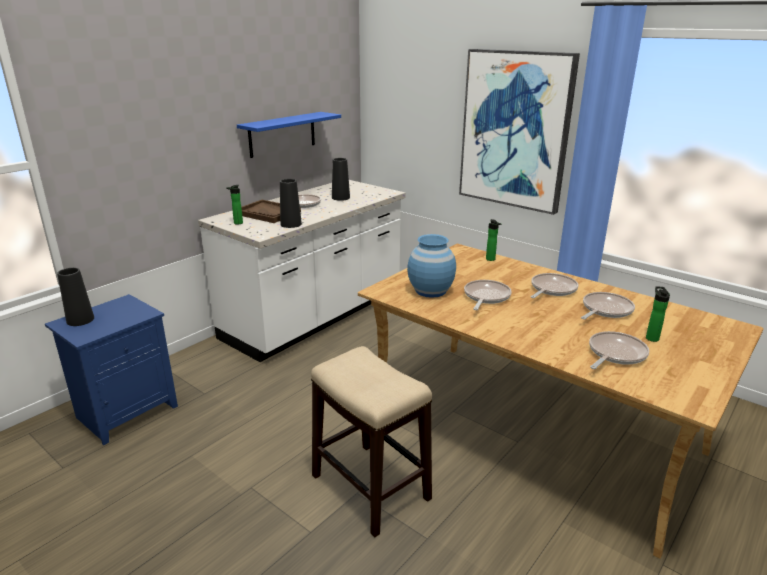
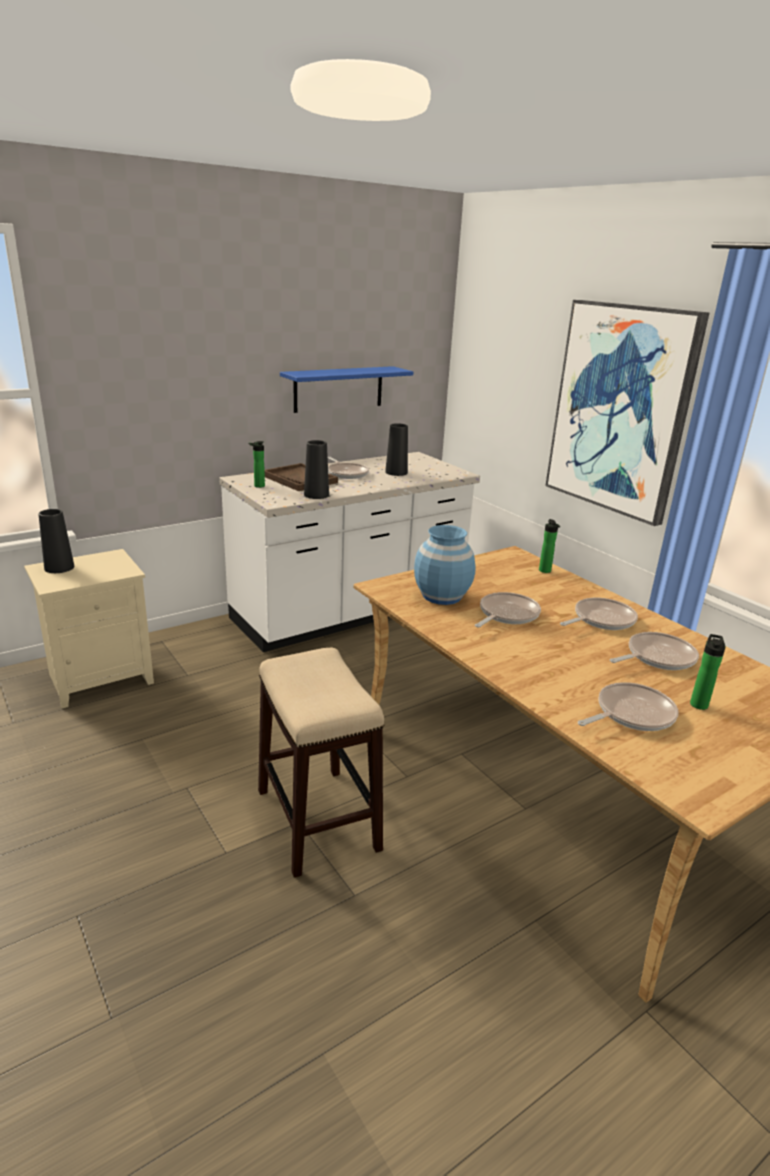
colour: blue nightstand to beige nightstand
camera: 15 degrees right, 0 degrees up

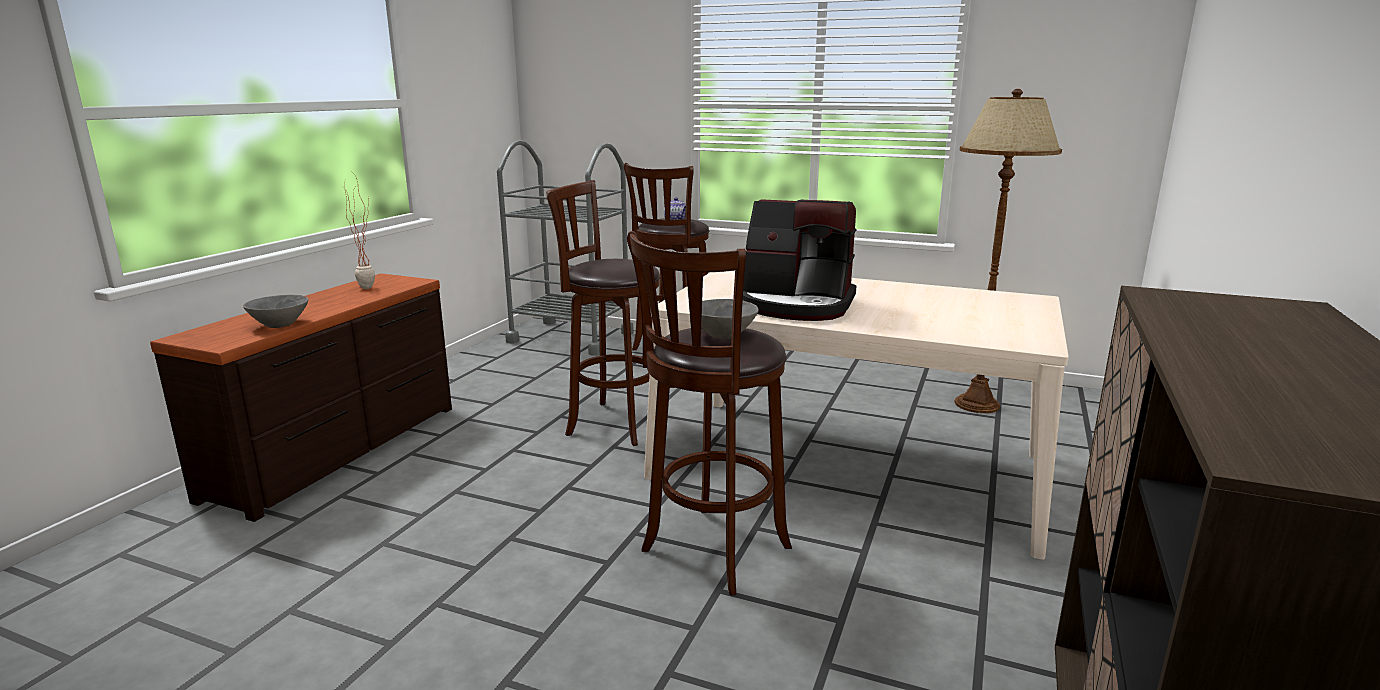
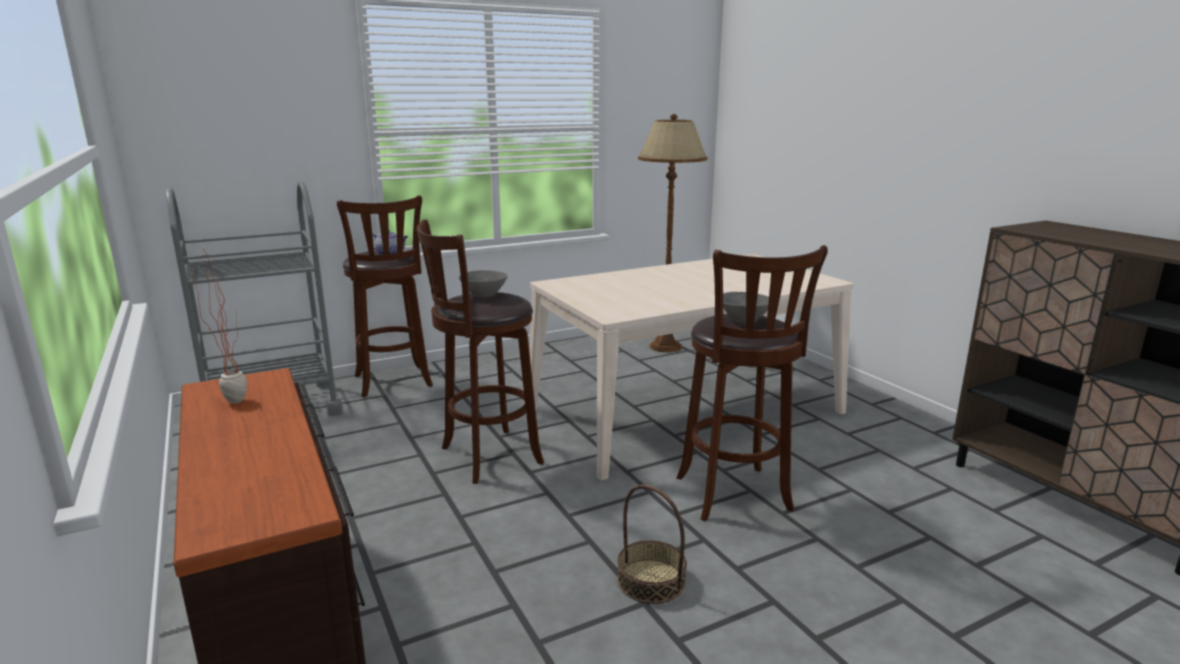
missing: coffee machine
appeared: basket
relocated: grey bowl (no. 1 from left)
camera: 50 degrees left, 0 degrees up

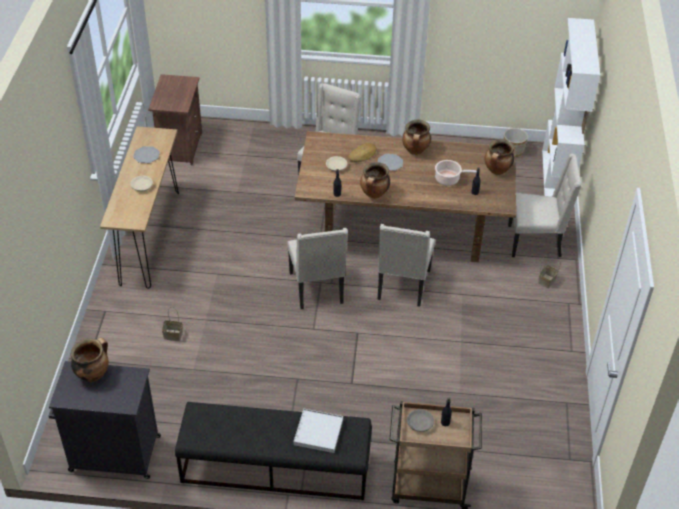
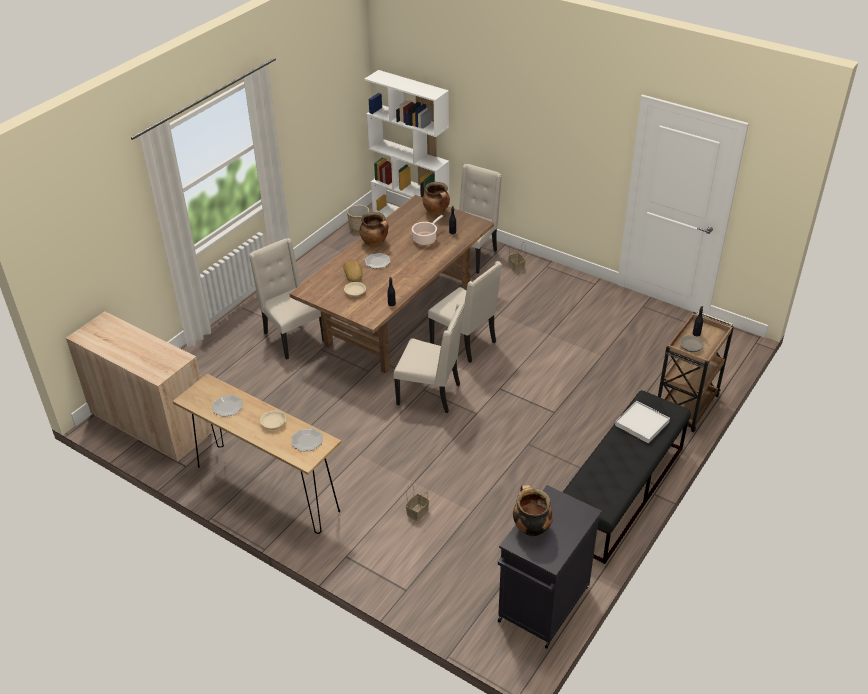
missing: cooking pot (no. 2 from left)
appeared: plate (no. 2 from left)
exchanged: brown nightstand to beige cabinet
camera: 60 degrees left, 5 degrees down

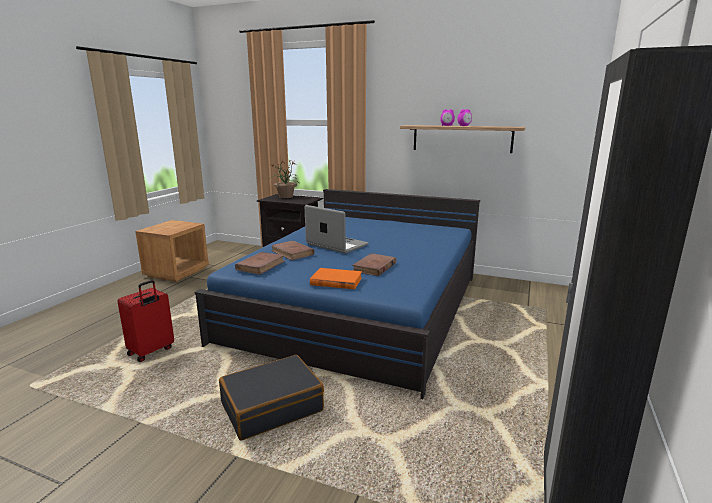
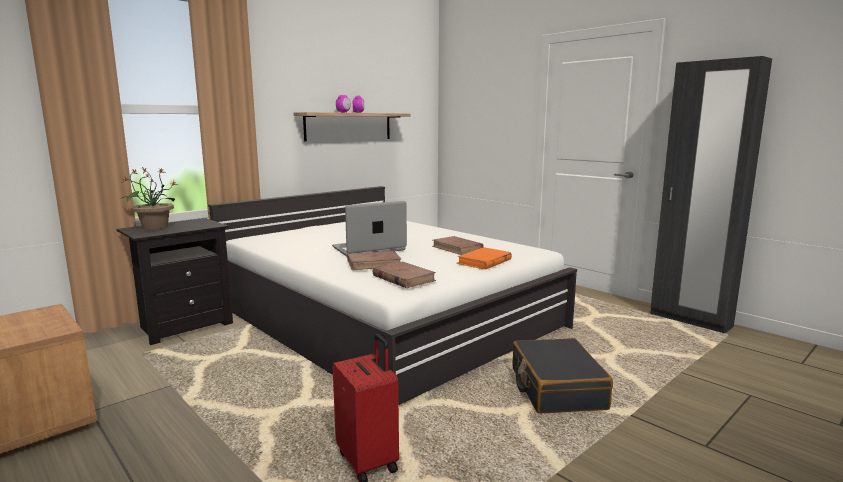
colour: blue bed to white bed
camera: 65 degrees left, 5 degrees down

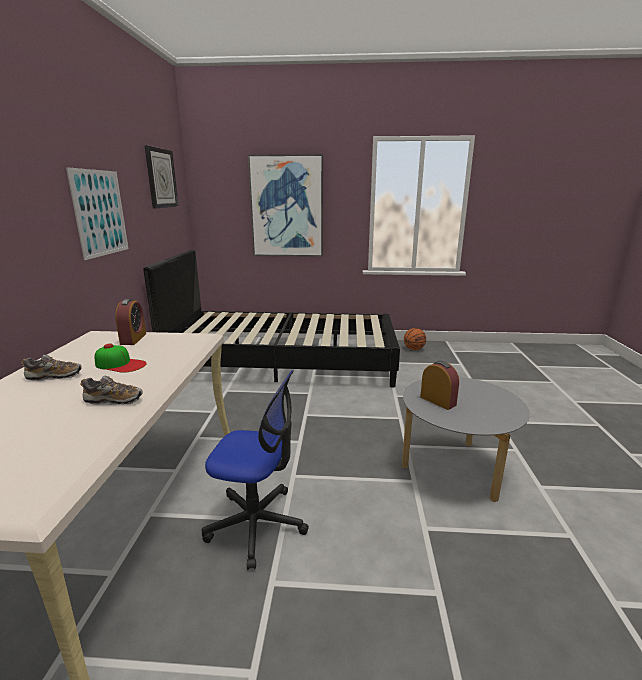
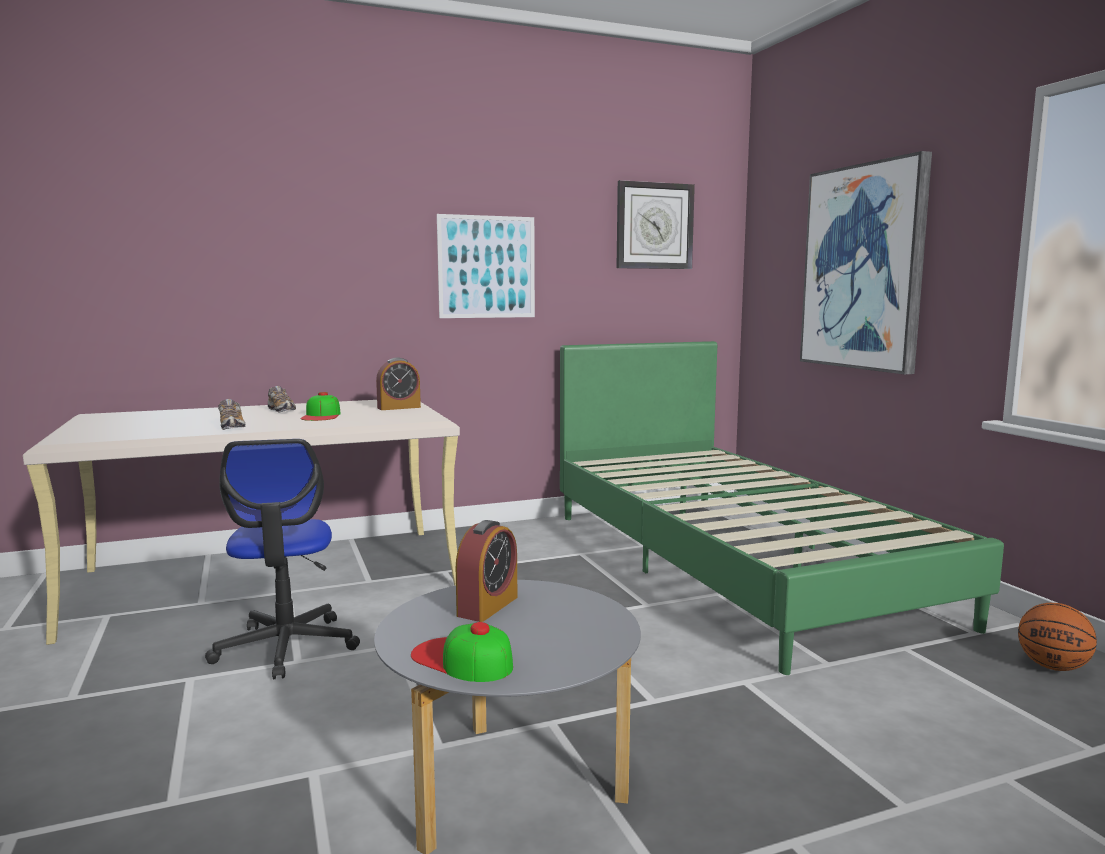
appeared: cap (no. 2 from left)
colour: black bed to green bed
camera: 65 degrees right, 10 degrees down

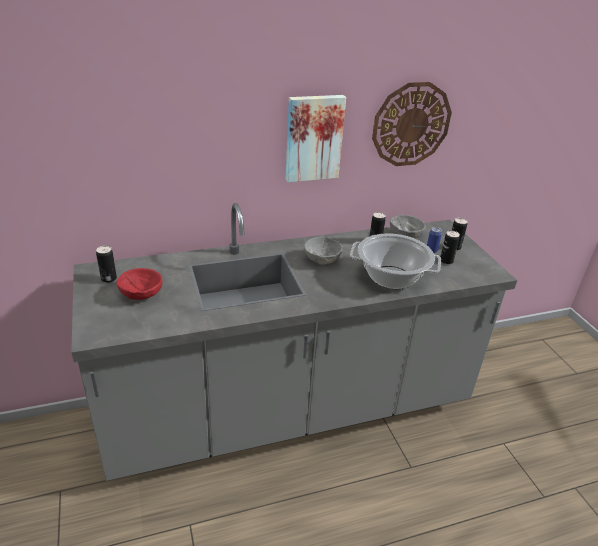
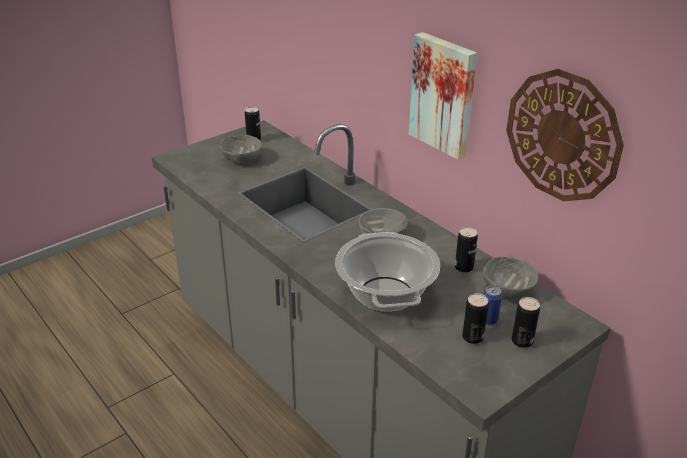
colour: red bowl to grey bowl (no. 1 from left)
camera: 70 degrees right, 0 degrees up

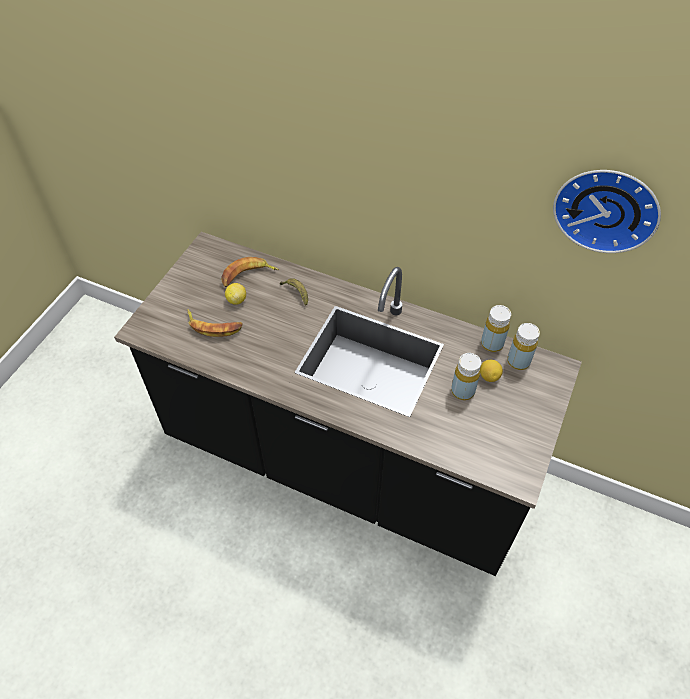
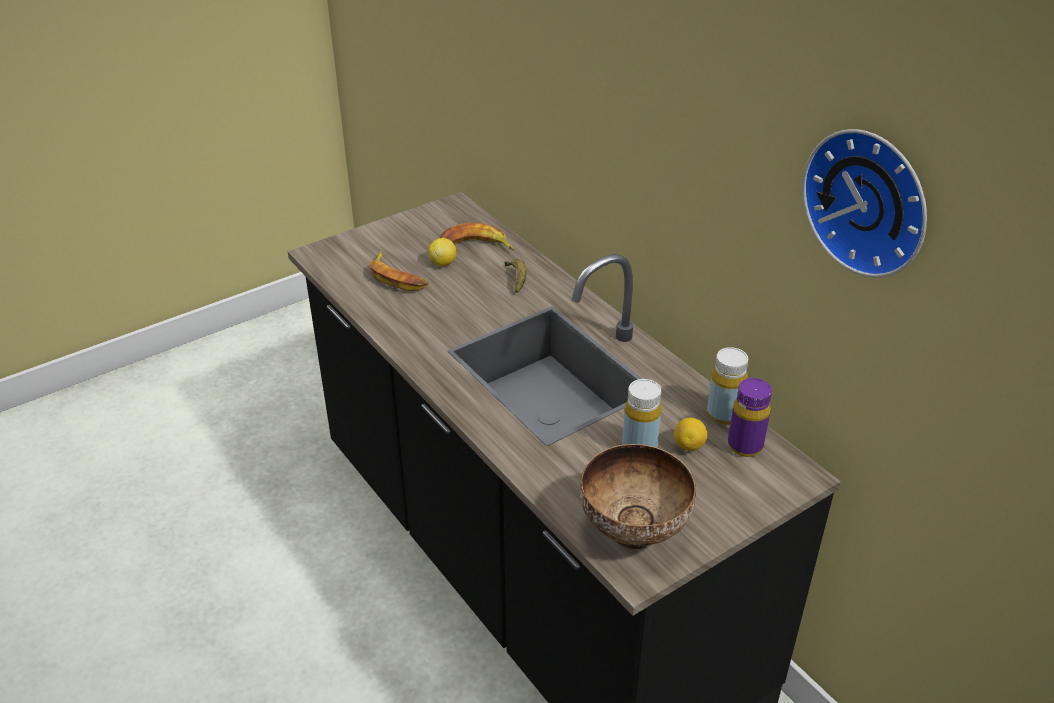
appeared: bowl
colour: yellow bottle (no. 3 from left) to purple bottle
camera: 30 degrees right, 15 degrees down

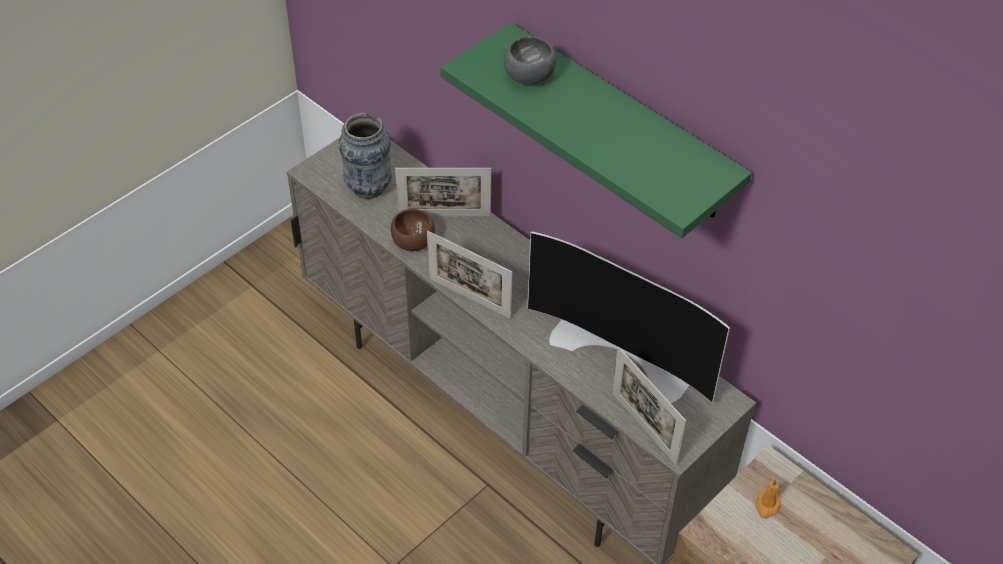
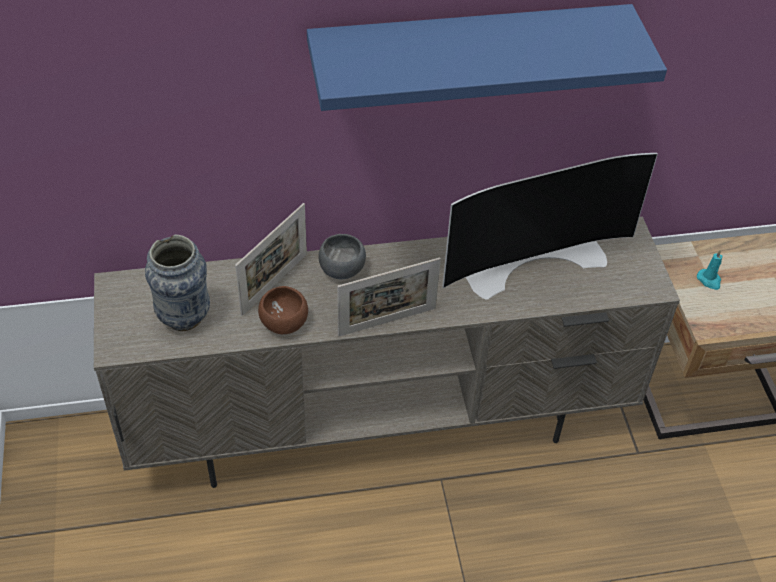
missing: picture frame (no. 3 from left)
relocated: grey bowl
colour: green shelf to blue shelf; orange candle to turquoise candle
camera: 55 degrees left, 0 degrees up

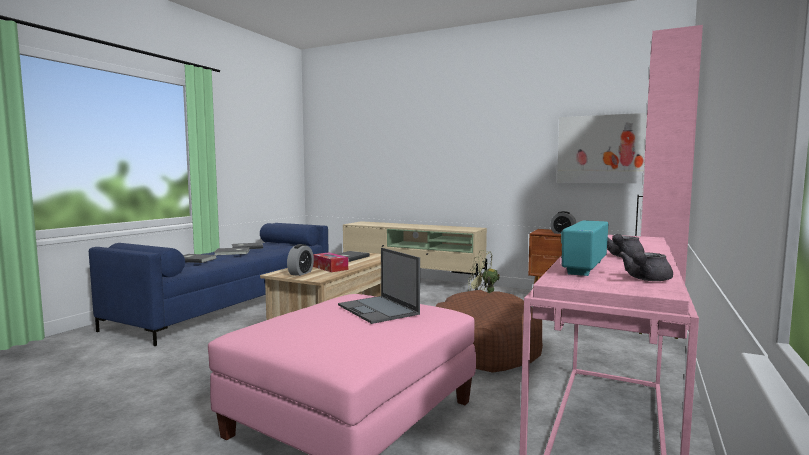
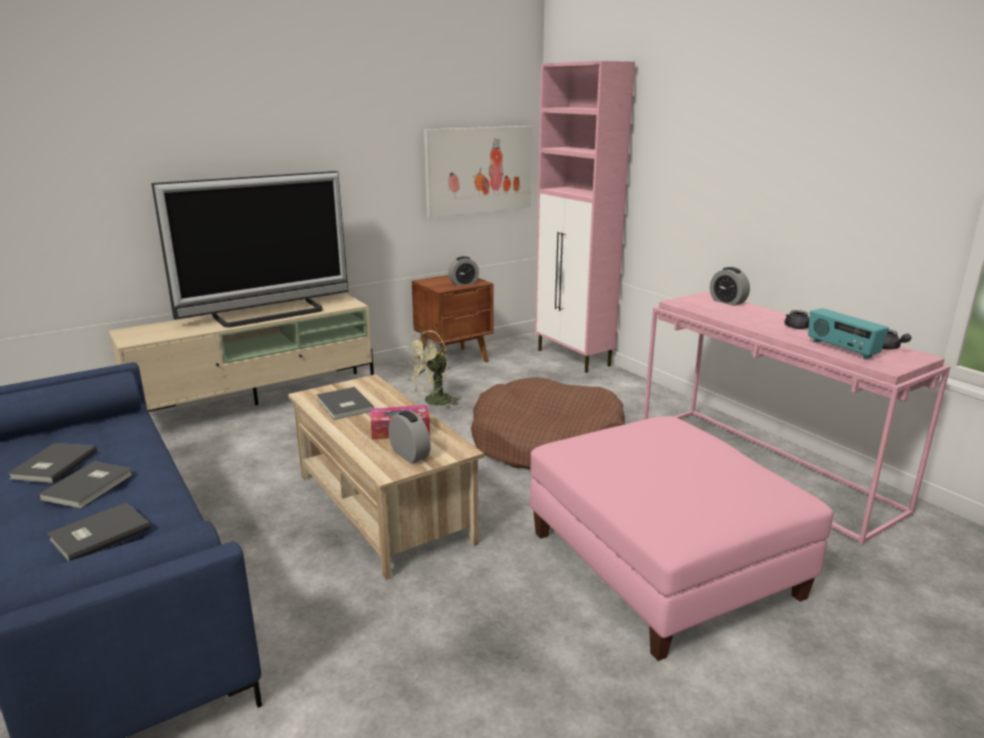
missing: laptop
appeared: television; alarm clock (no. 3 from left)
camera: 60 degrees left, 15 degrees up

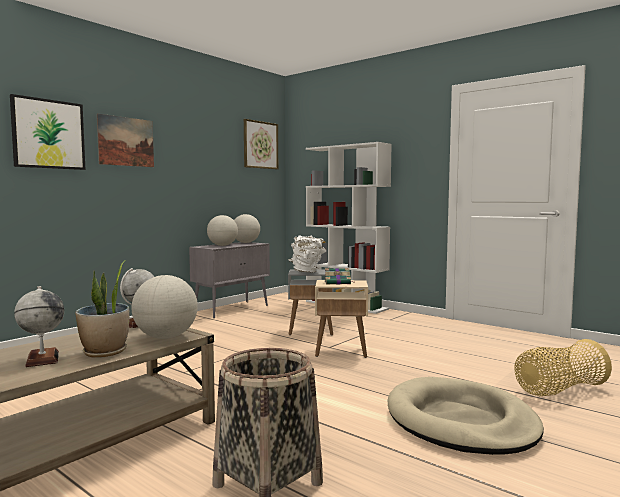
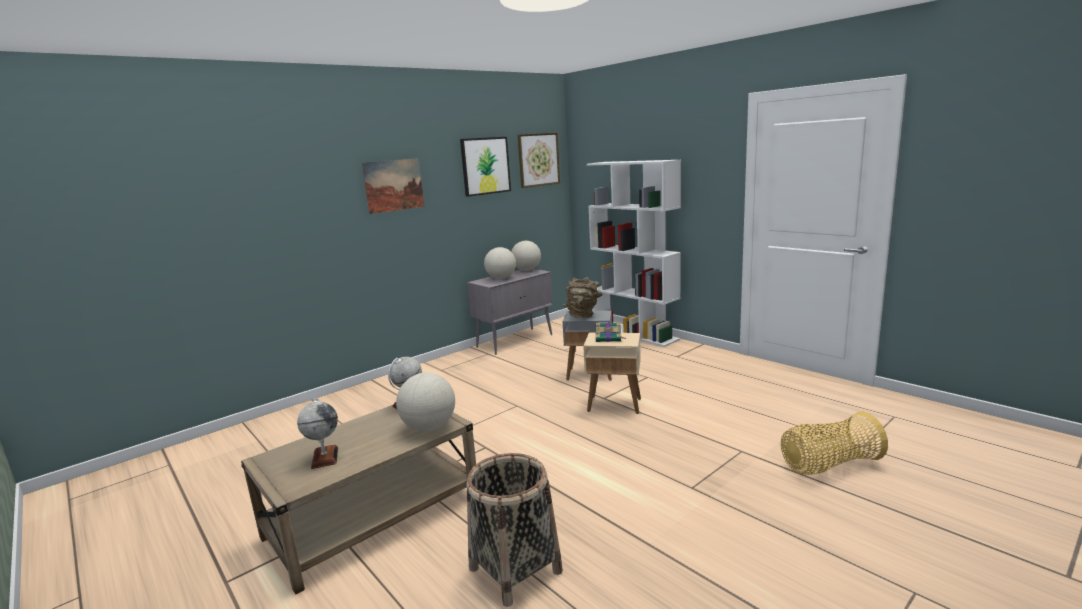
missing: potted plant; beige dog bed
relocated: picture (no. 1 from left in the first image) to picture (no. 2 from left)
colour: white vase to brown vase
camera: 10 degrees right, 10 degrees up

